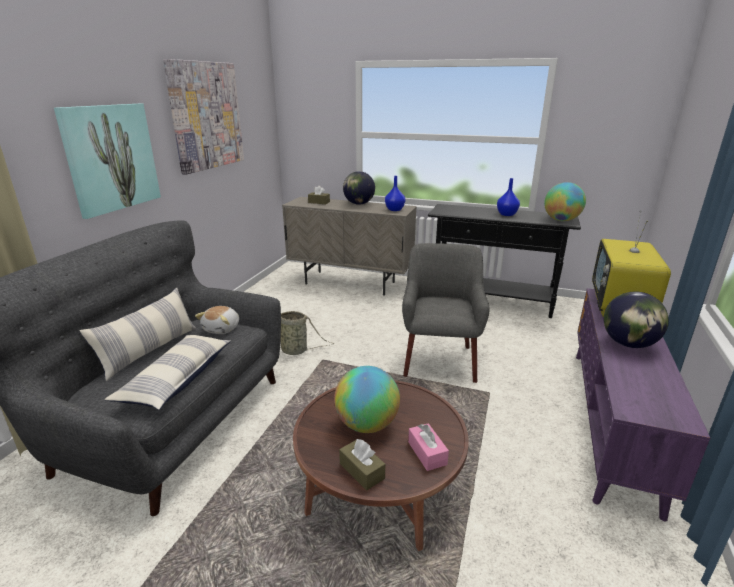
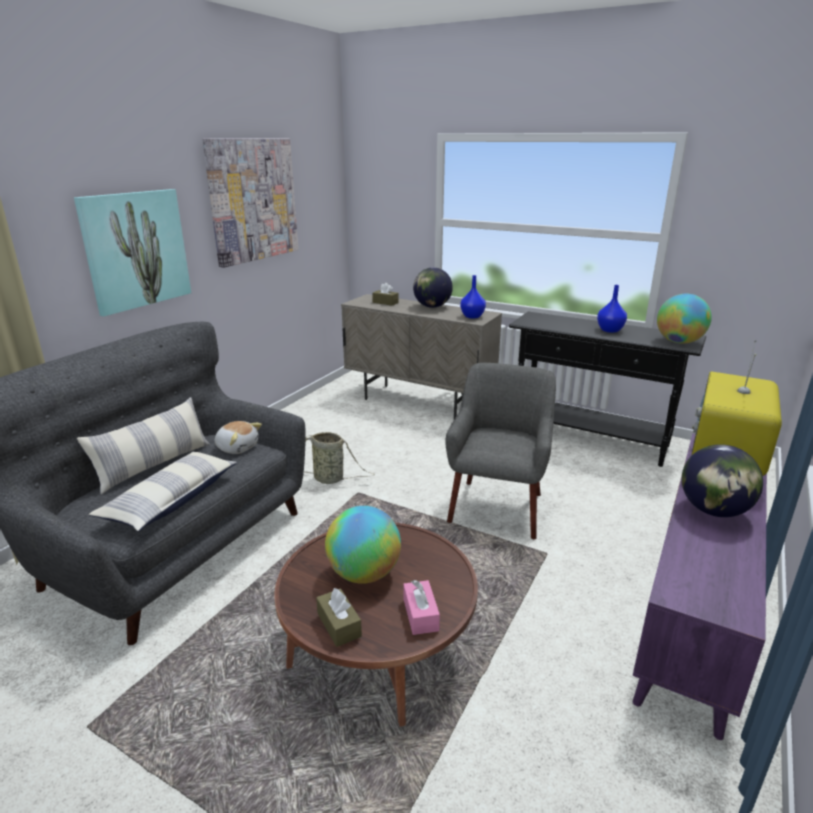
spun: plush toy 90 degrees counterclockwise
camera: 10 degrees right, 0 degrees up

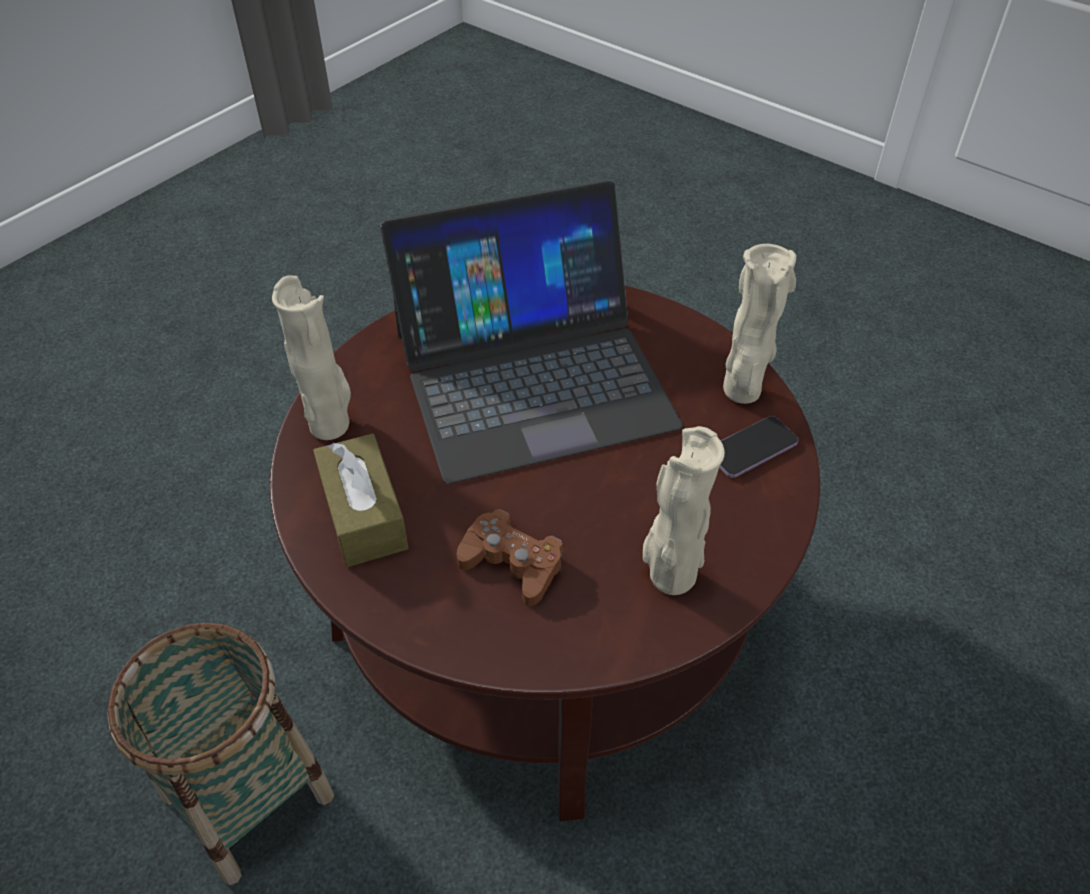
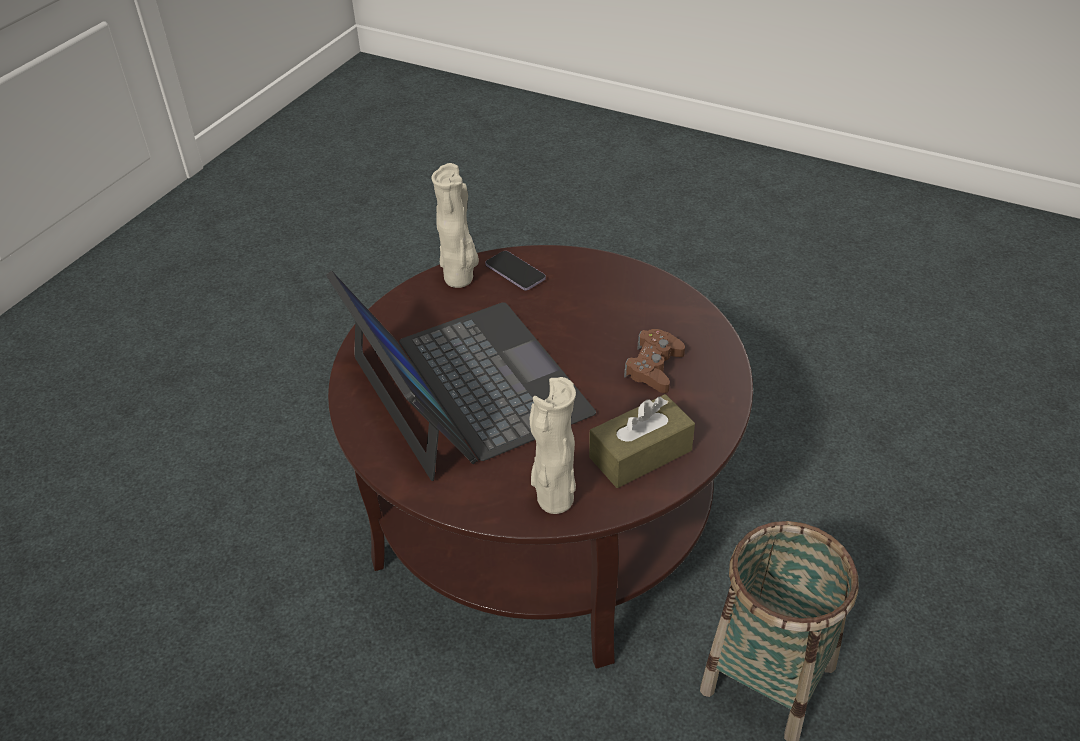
missing: beige vase (no. 2 from left)
camera: 100 degrees left, 5 degrees down

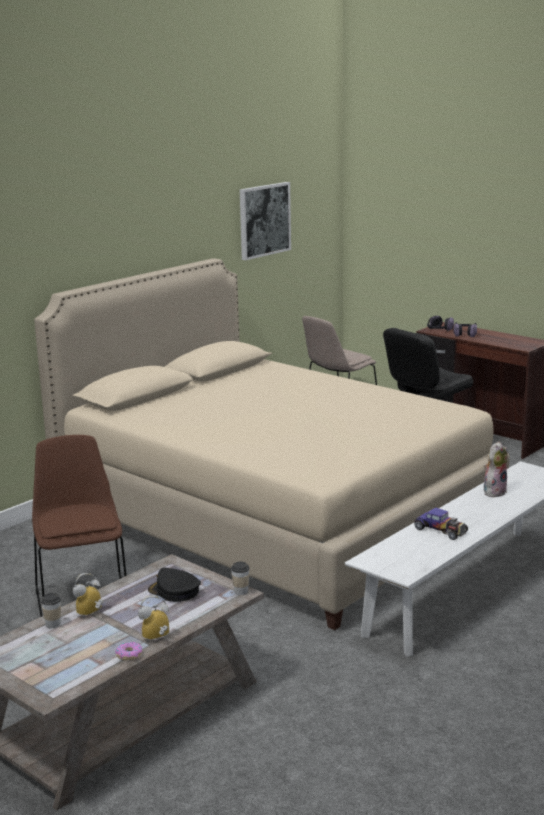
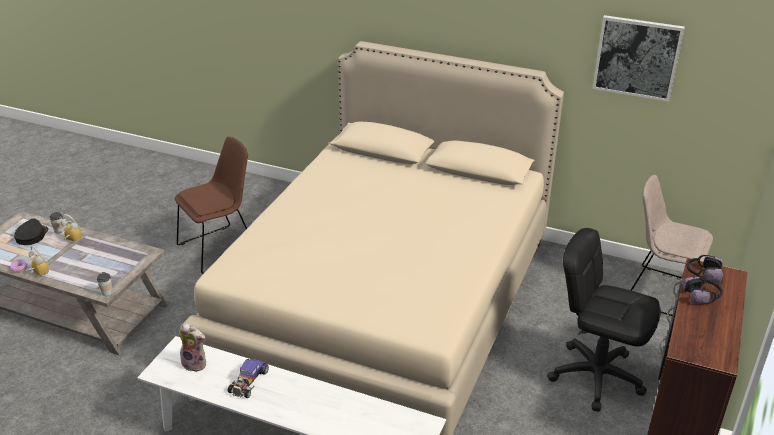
relocated: black cap; plush toy
camera: 70 degrees right, 15 degrees up

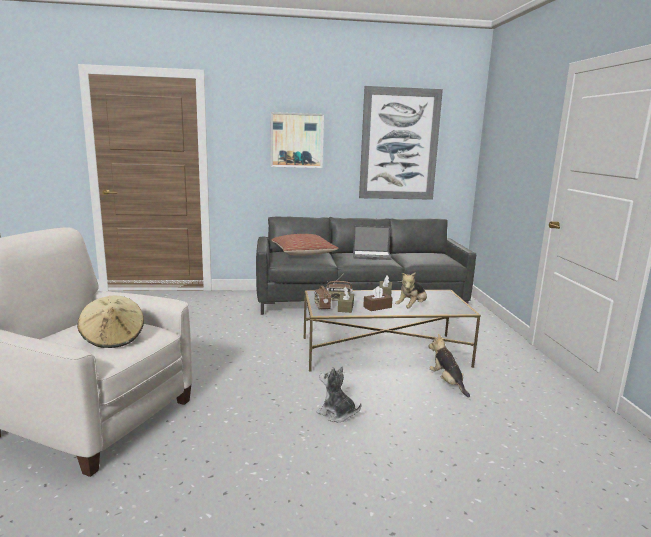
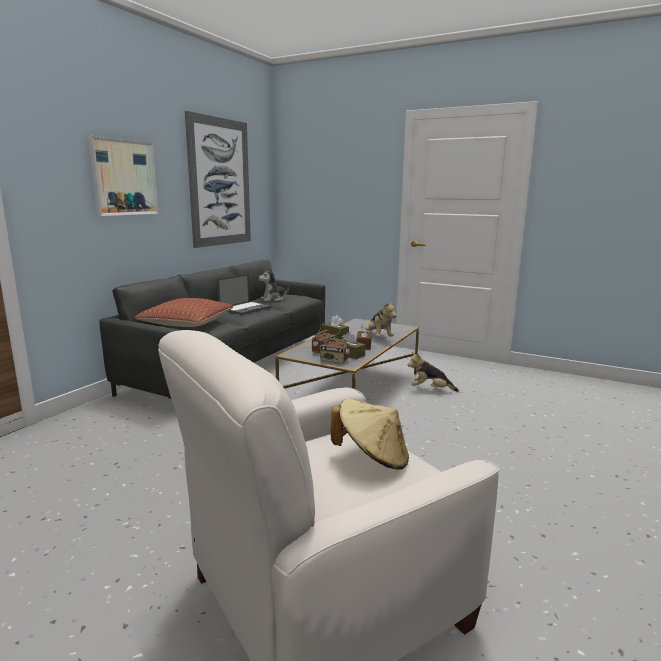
relocated: plush toy (no. 1 from left)
camera: 55 degrees left, 0 degrees up

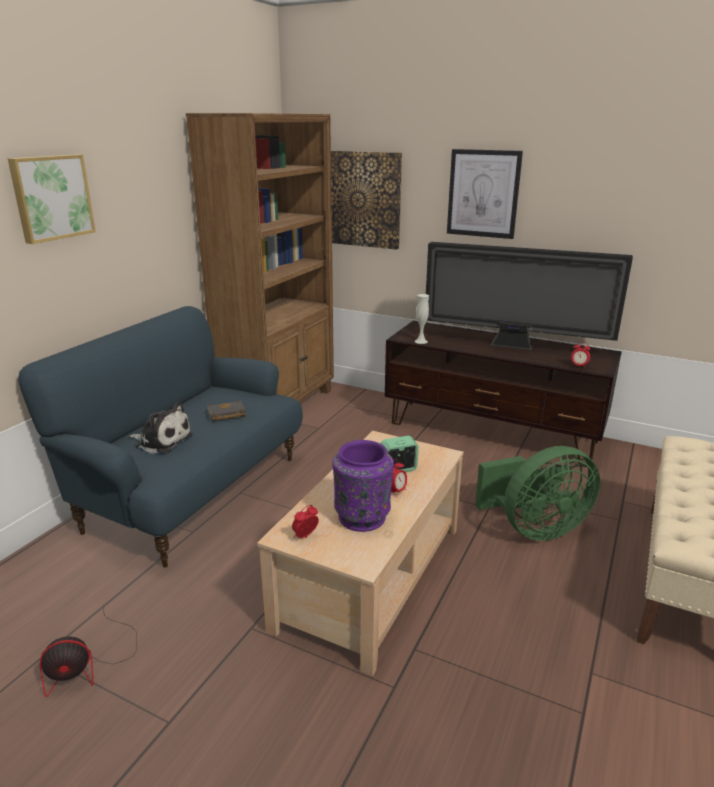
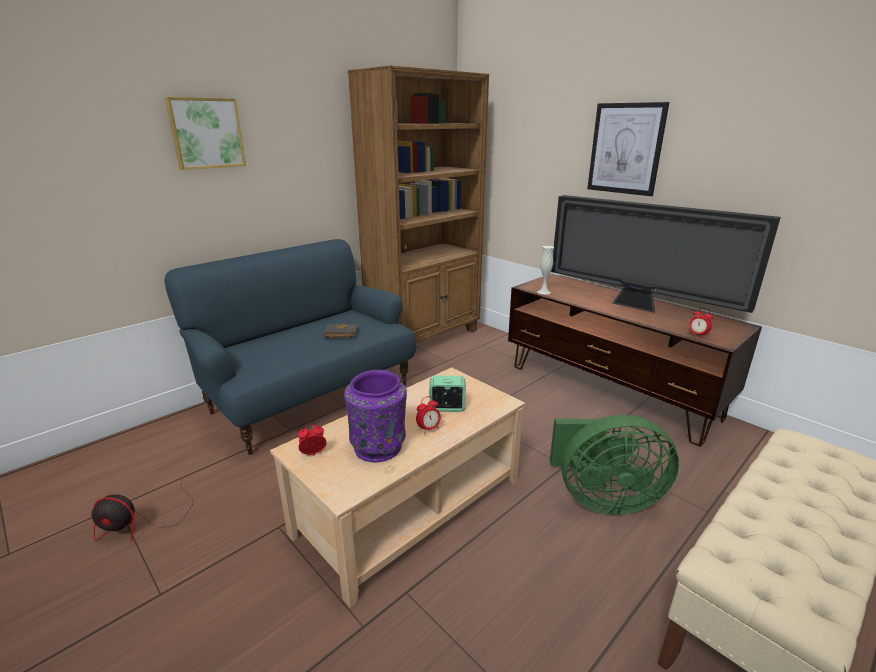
missing: plush toy; picture (no. 2 from left)
camera: 20 degrees right, 0 degrees up

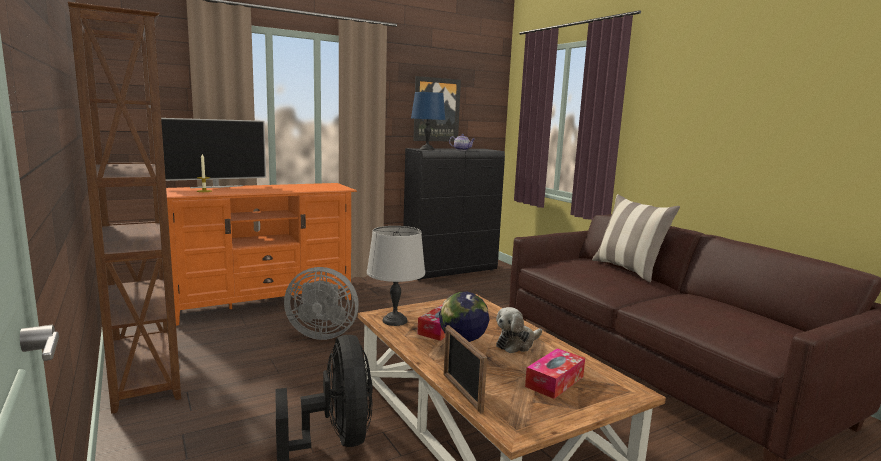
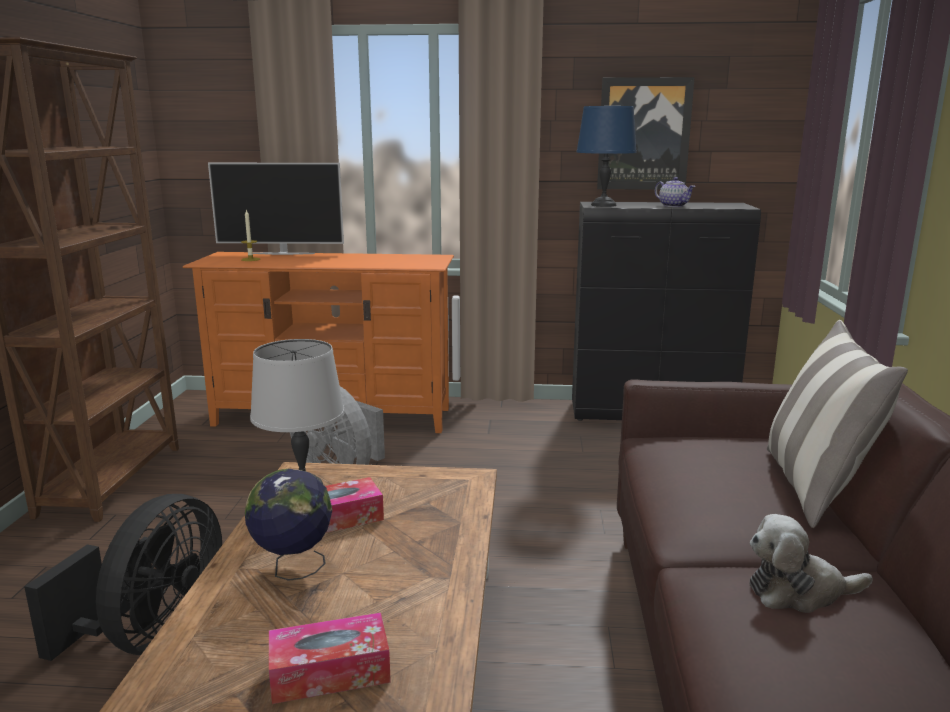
missing: picture frame
relocated: plush toy
camera: 35 degrees right, 5 degrees up

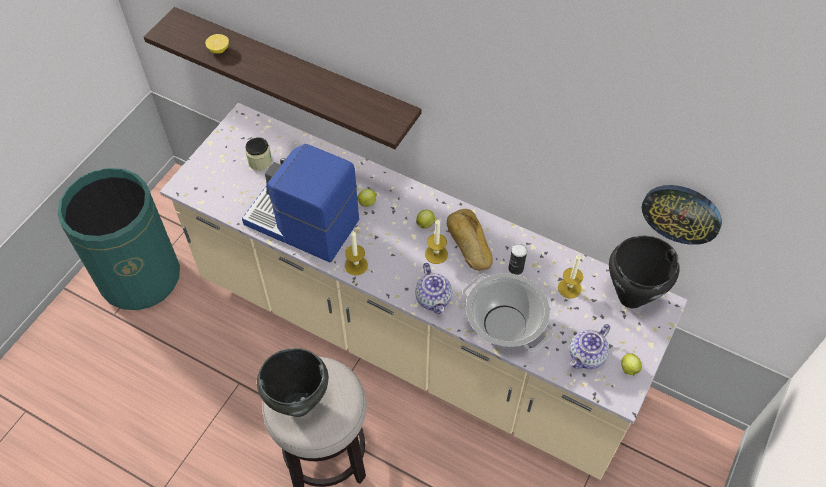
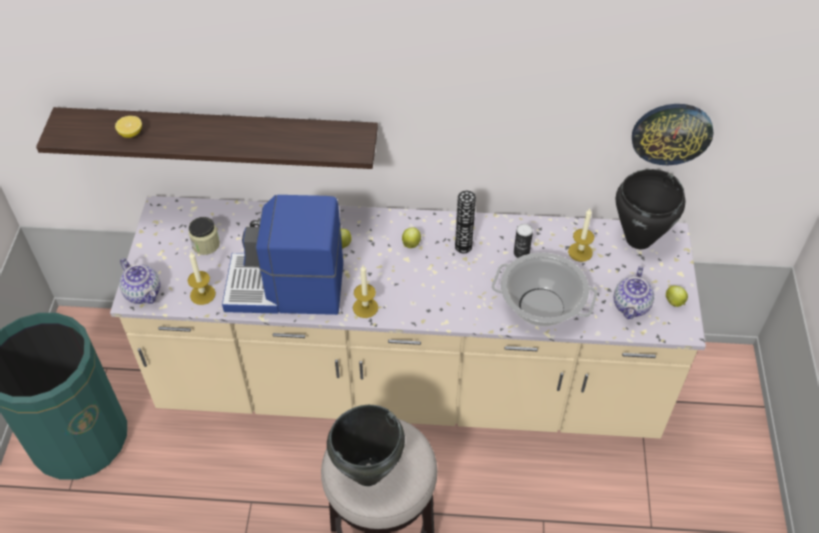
relocated: teapot (no. 1 from left); candle (no. 2 from left in the first image) to candle (no. 1 from left)
exchanged: bread to vase
camera: 25 degrees left, 5 degrees down

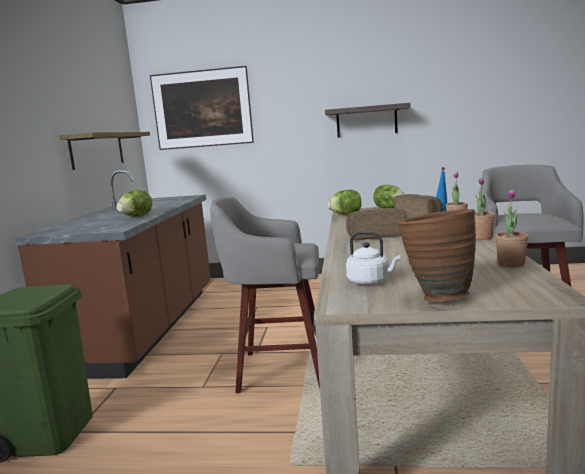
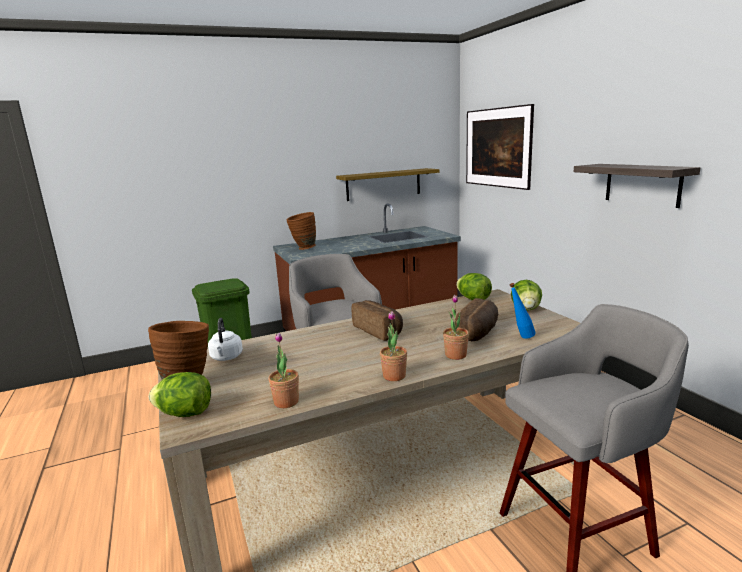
appeared: brown vase (no. 2 from left)
relocated: lettuce (no. 1 from left)
camera: 60 degrees right, 5 degrees up

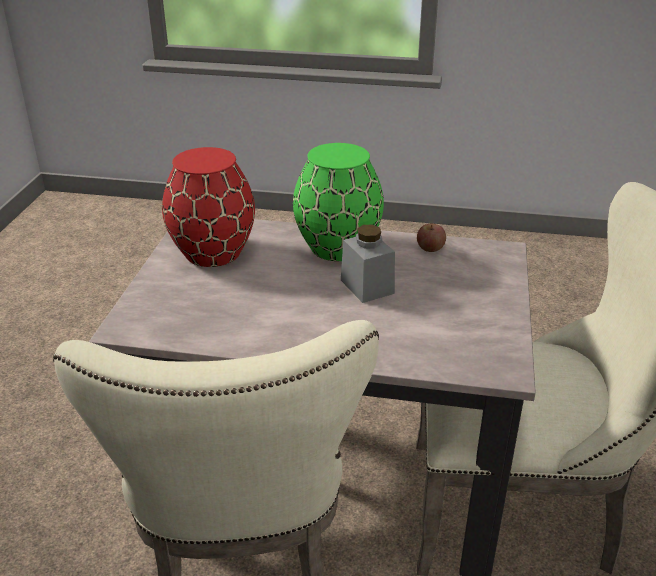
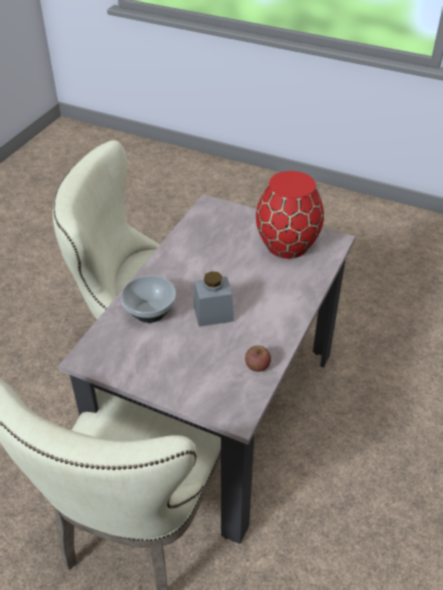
missing: green vase
appeared: bowl
camera: 105 degrees right, 10 degrees up

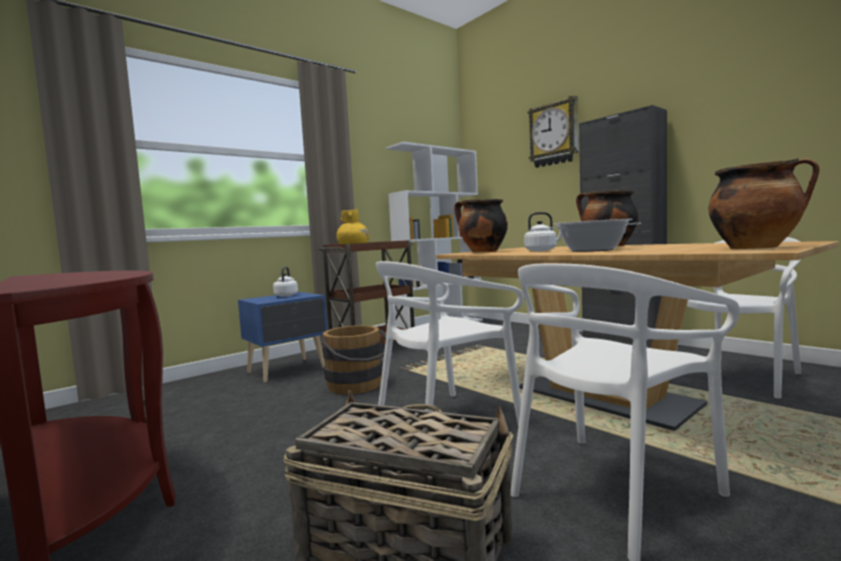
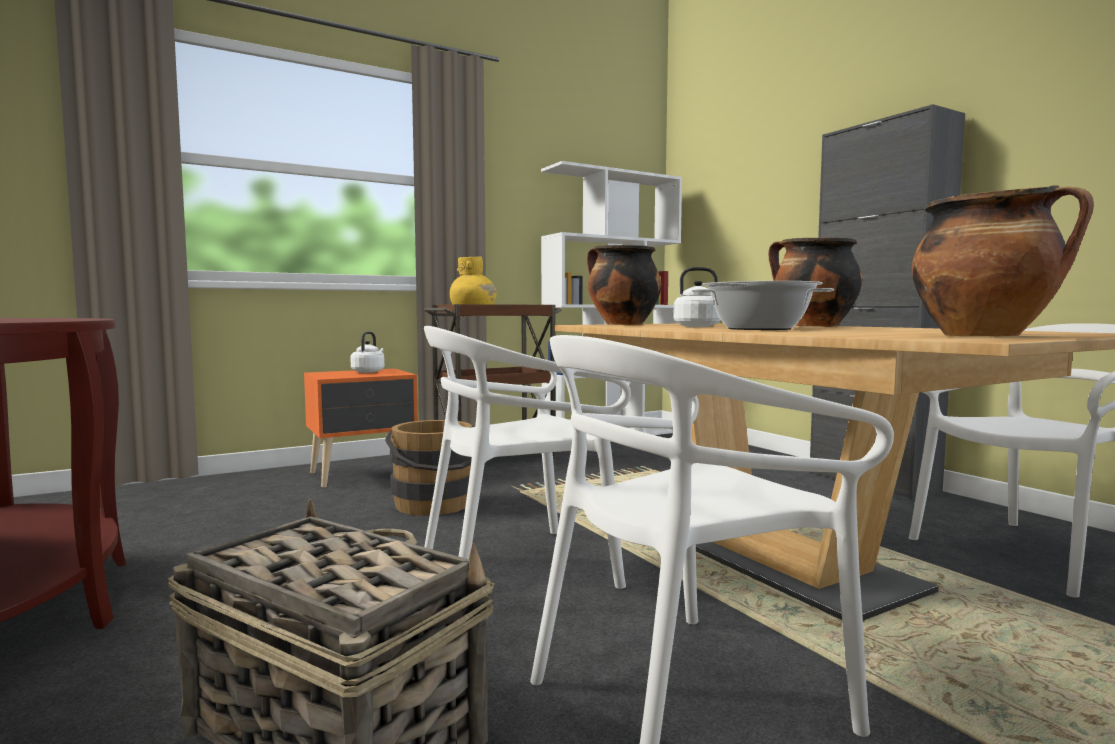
missing: wall clock
colour: blue nightstand to orange nightstand
camera: 10 degrees right, 0 degrees up

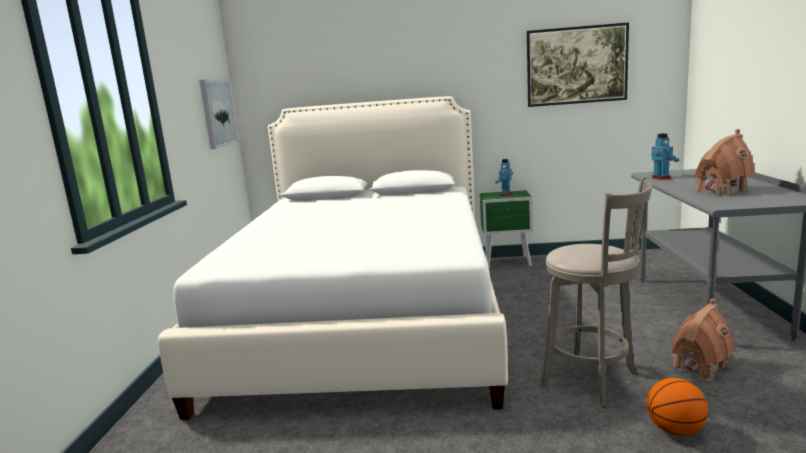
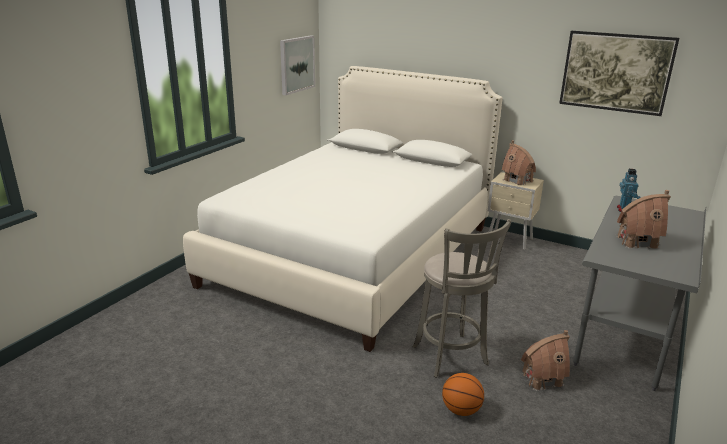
exchanged: toy robot (no. 1 from left) to toy house (no. 1 from left)
colour: green nightstand to beige nightstand
camera: 25 degrees right, 10 degrees up

